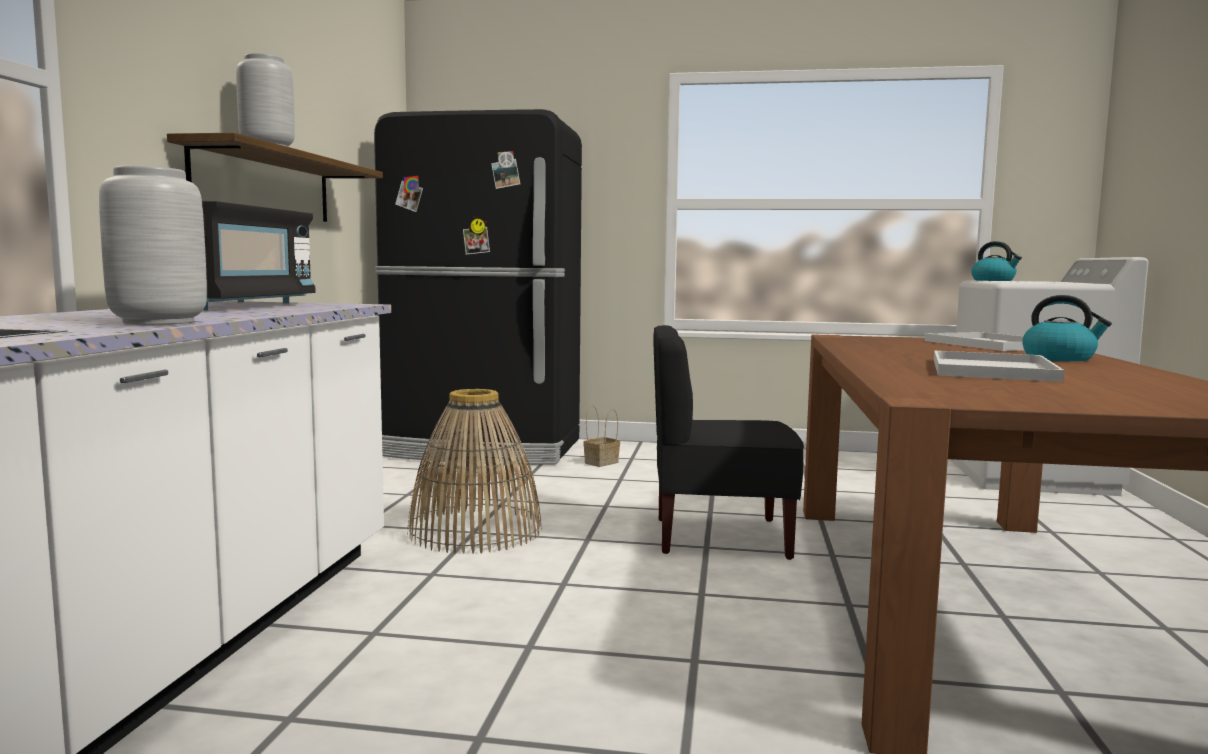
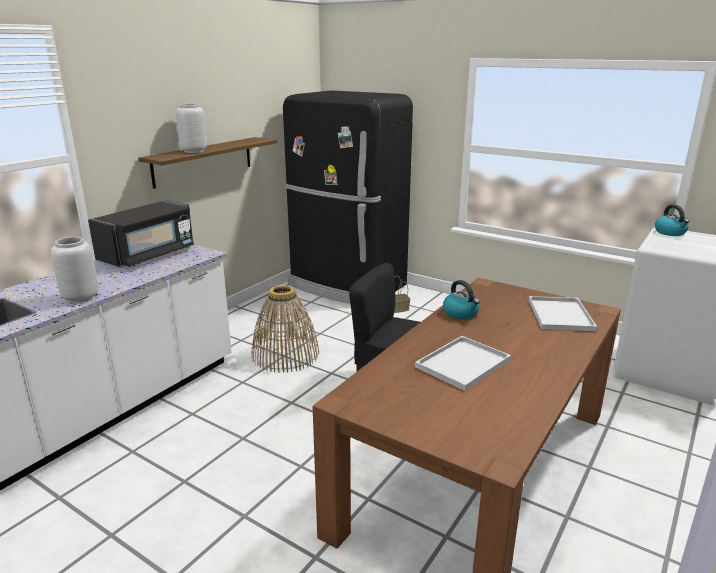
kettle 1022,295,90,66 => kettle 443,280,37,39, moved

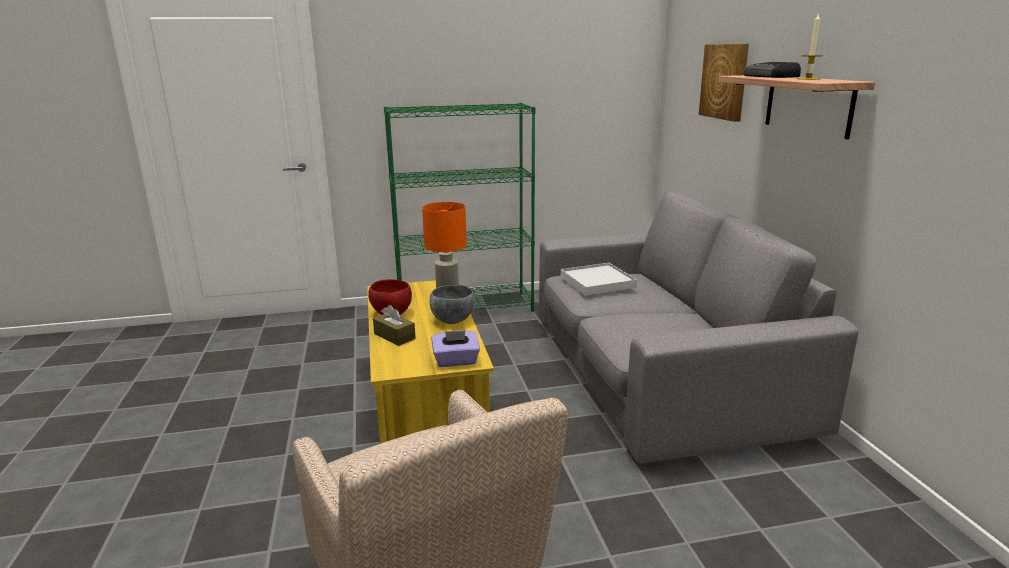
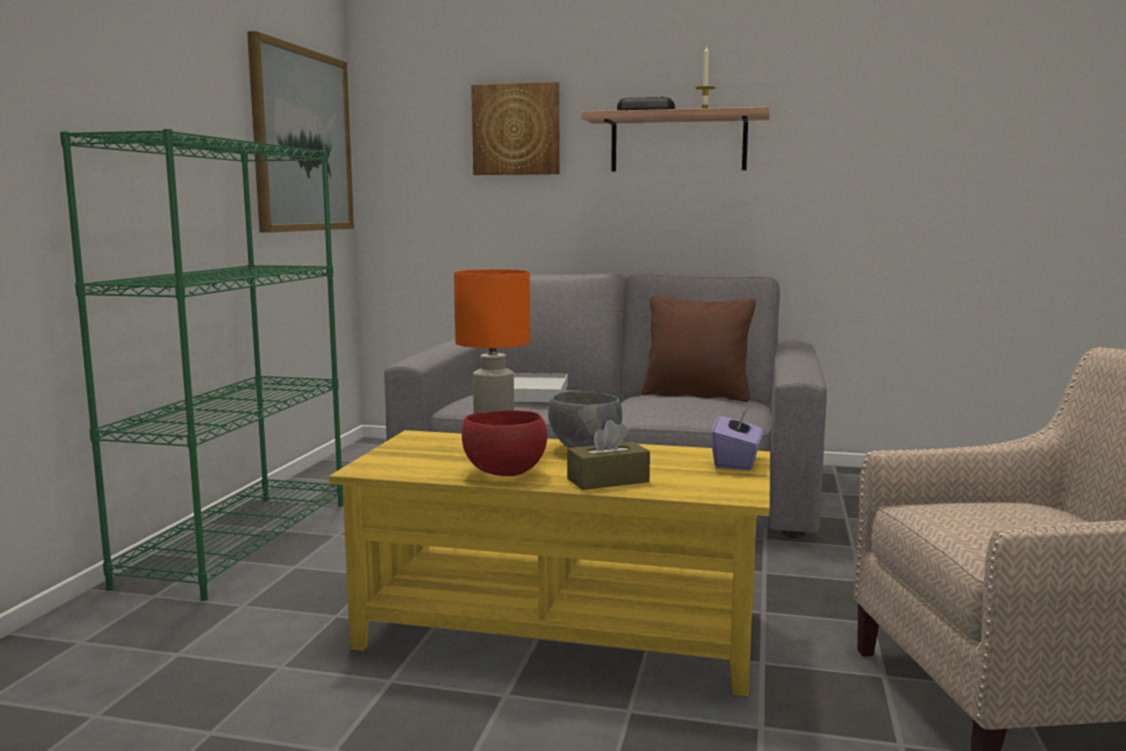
nothing => picture 247,31,107,202
nothing => pillow/brown 641,296,115,106

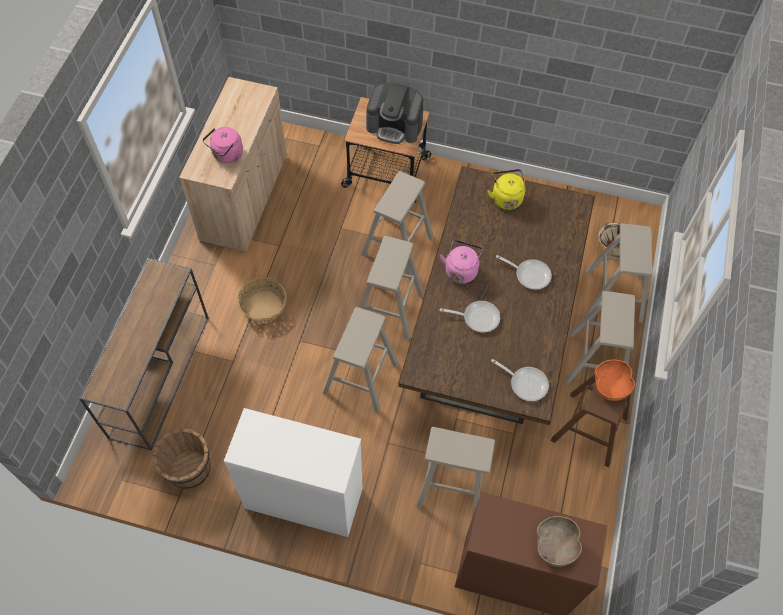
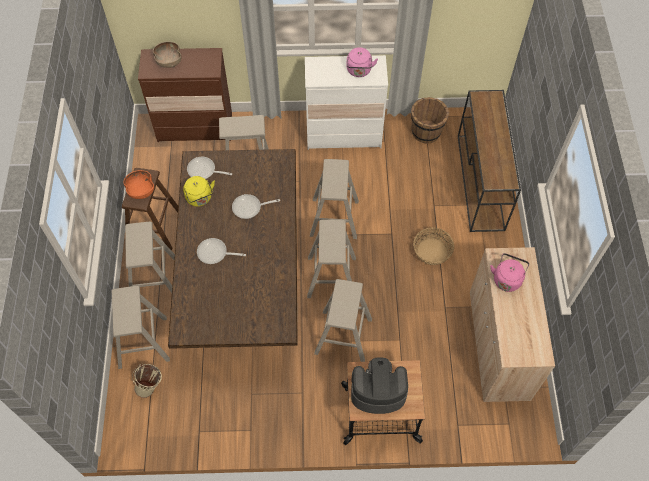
kettle/yellow 487,169,39,41 => kettle/yellow 183,176,32,31, moved
kettle/pink 440,240,43,44 => kettle/pink 346,47,32,30, moved

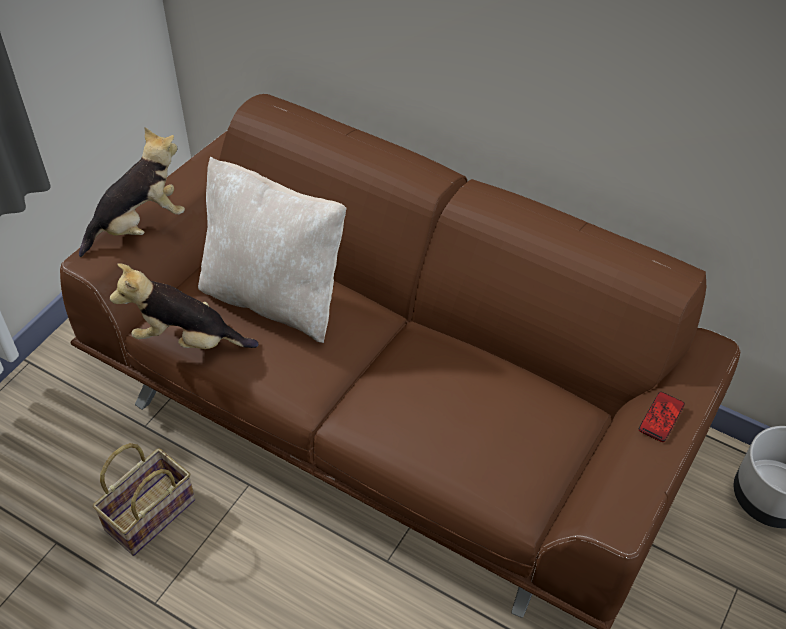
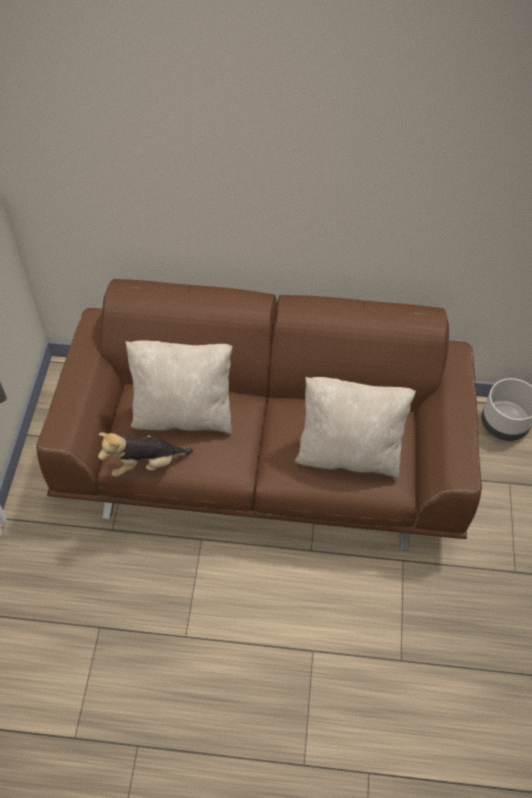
plush toy 79,128,106,129 => nothing
phone 639,392,46,50 => nothing
basket 93,443,102,113 => nothing
nothing => pillow/beige 295,377,121,102

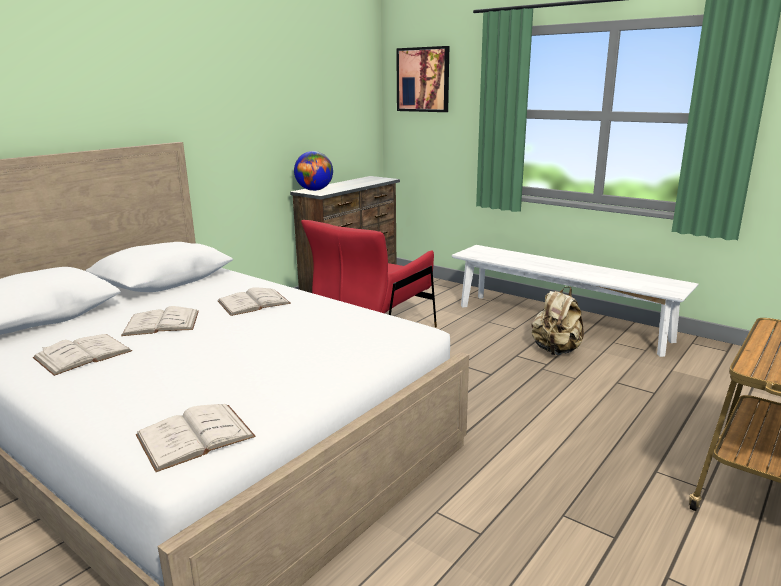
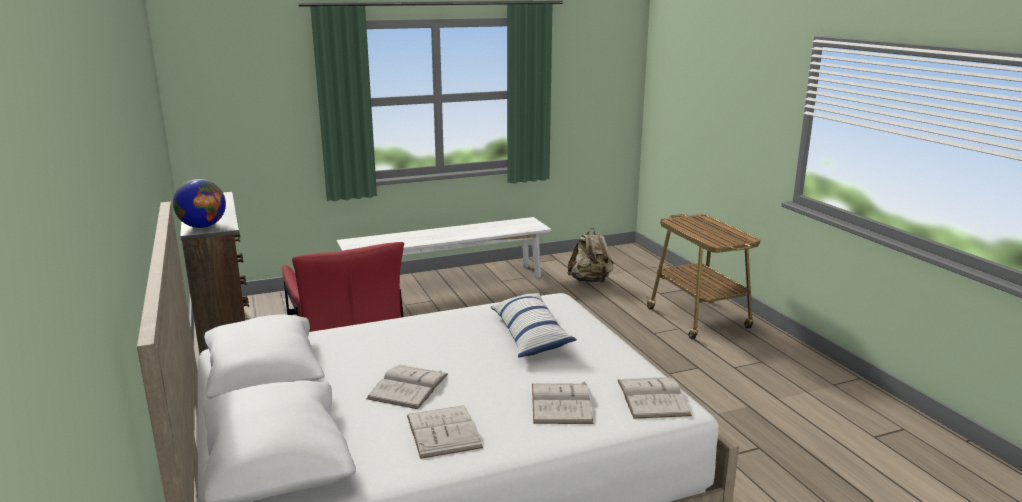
picture 396,46,53,66 => nothing
backpack/beige 531,286,53,69 => backpack/beige 568,228,45,55, moved
book/white 218,288,73,28 => book/white 532,381,62,43, moved
nothing => pillow 490,292,87,66

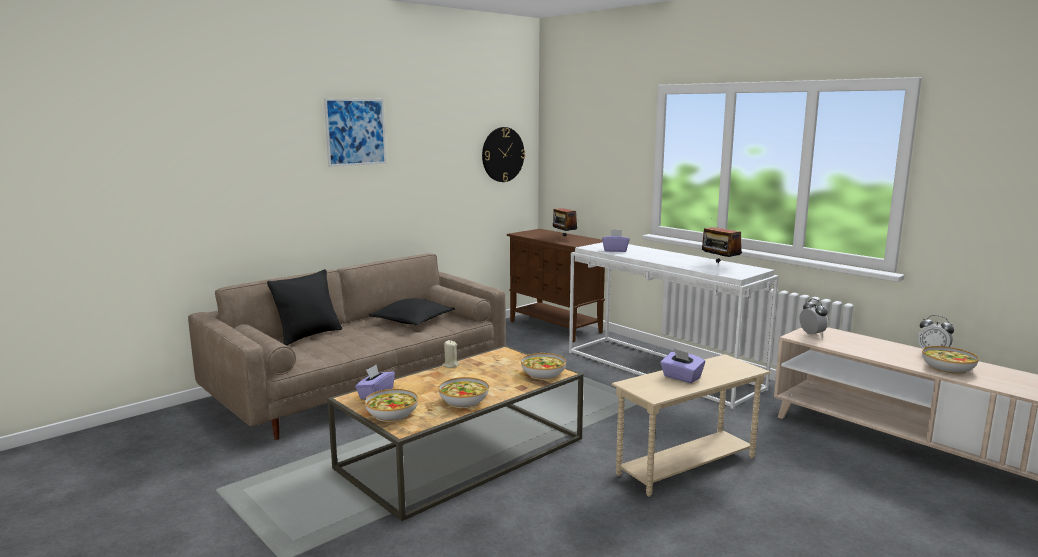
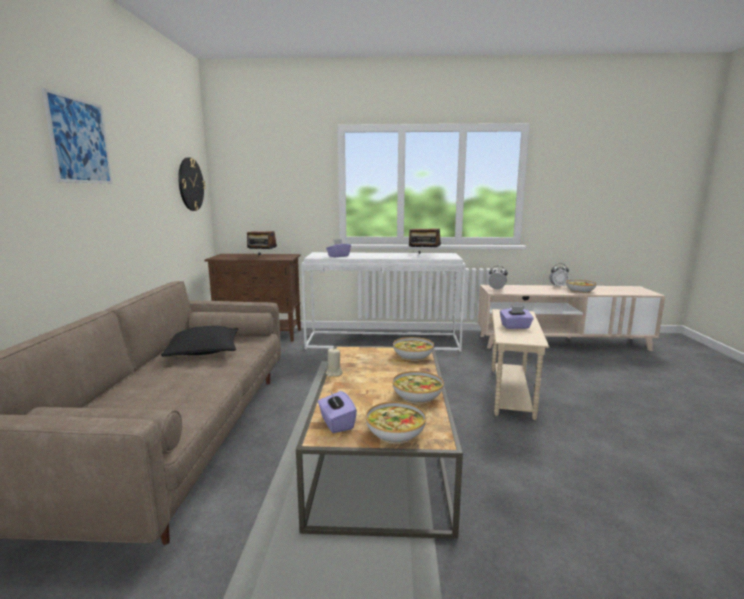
pillow/black 267,269,75,77 => nothing

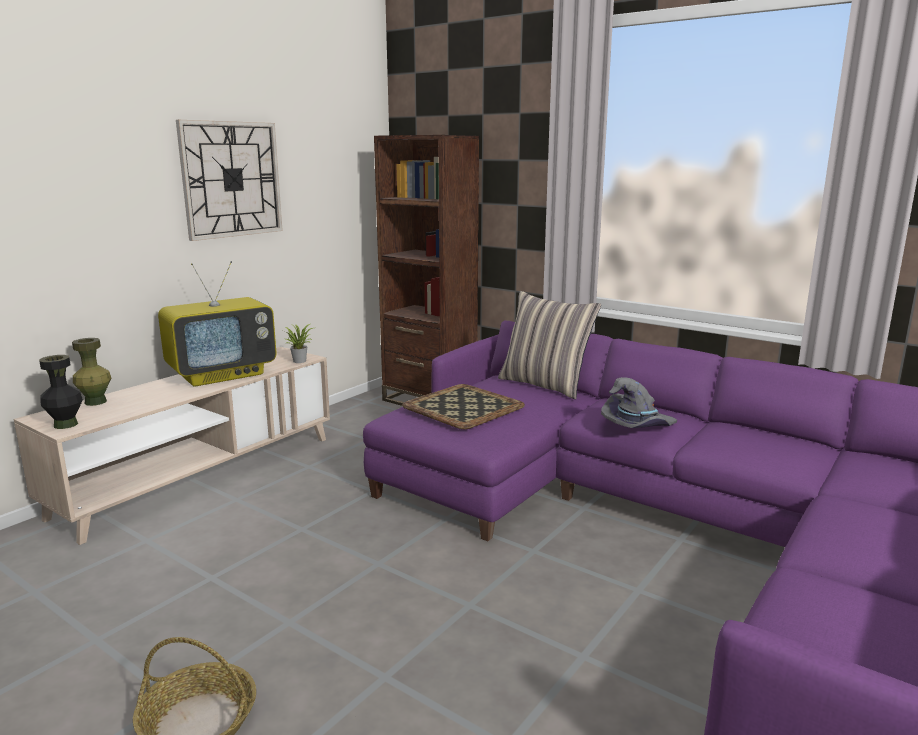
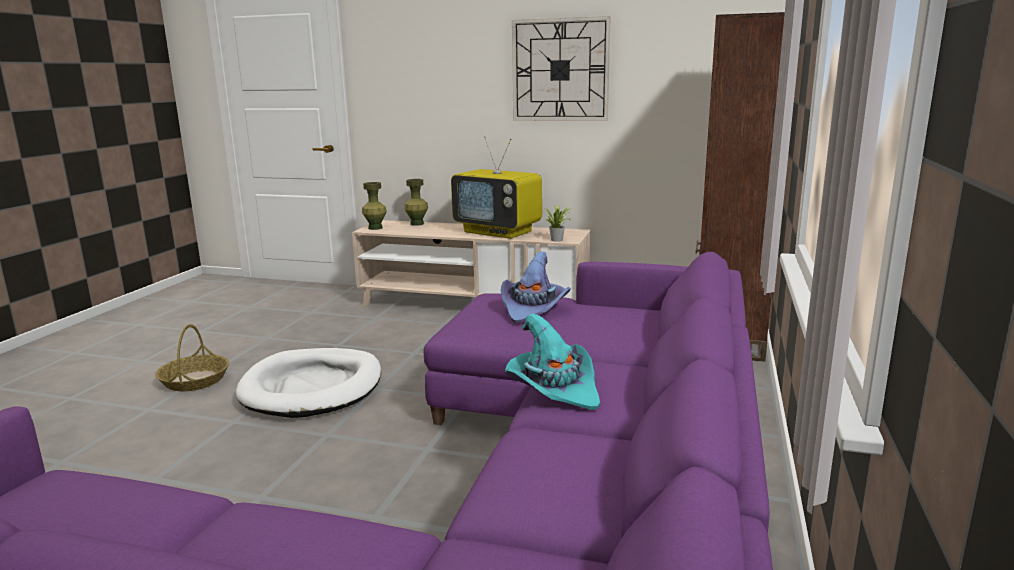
pillow 498,291,103,108 => nothing
vase/black 39,355,44,74 => vase/green 362,182,25,48
hat/grey 601,377,76,51 => hat/turquoise 505,314,95,96
tray 402,384,123,45 => hat/purple 501,252,70,71
nothing => dog bed/white 236,348,145,70

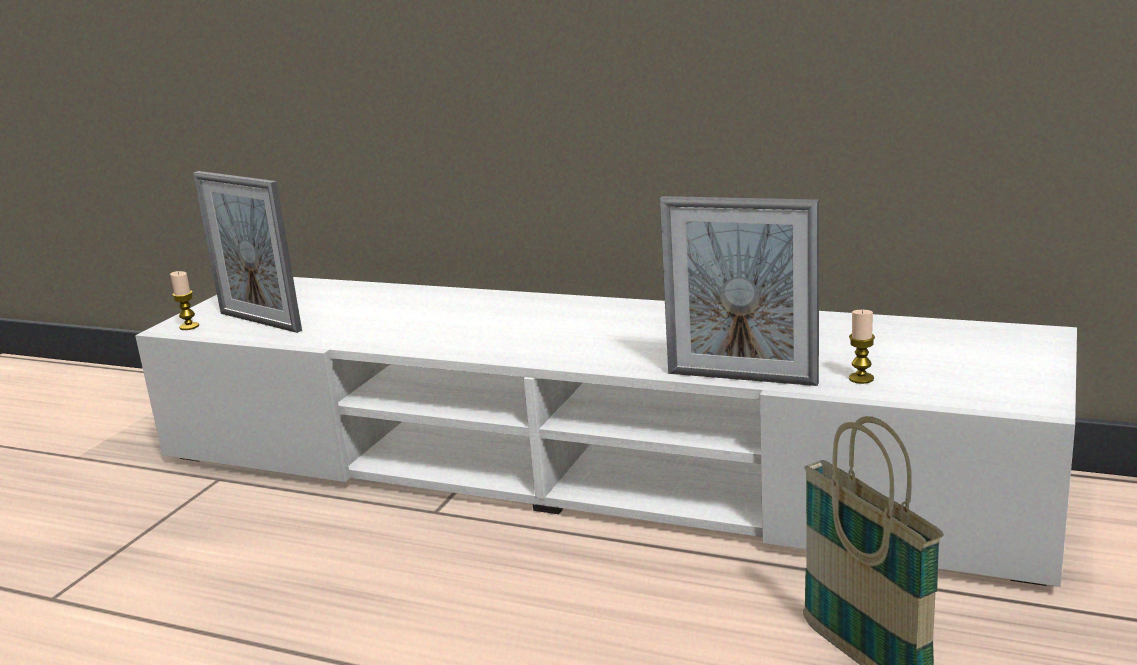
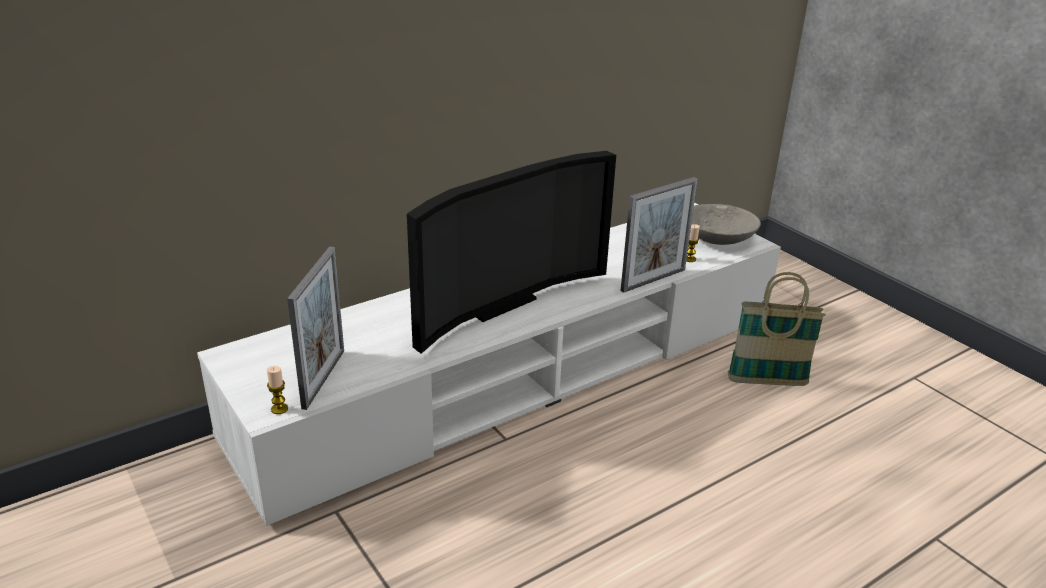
picture frame 193,171,109,162 => picture frame 287,247,57,163, 60 degrees counterclockwise
nothing => television 407,151,209,203
nothing => bowl/grey 691,204,70,41

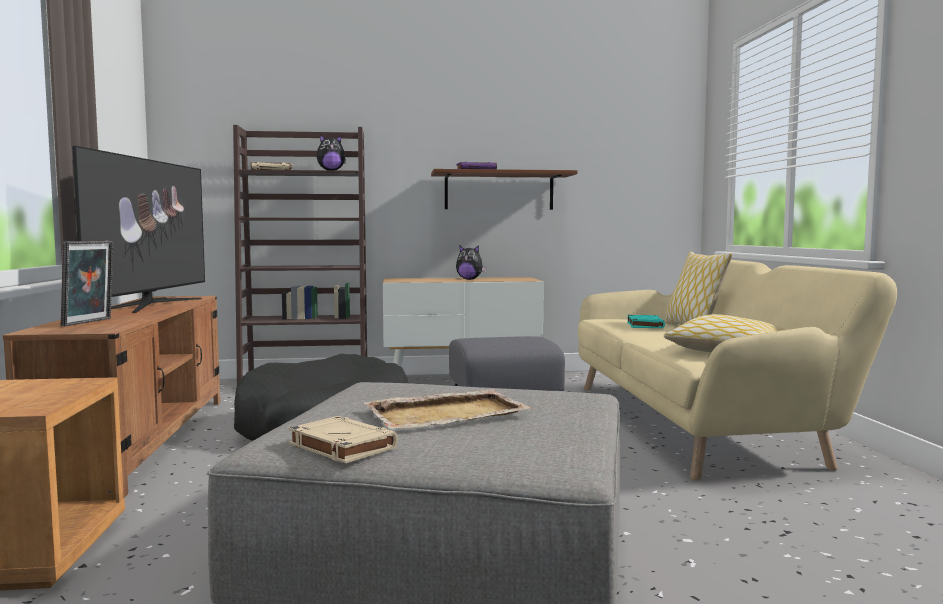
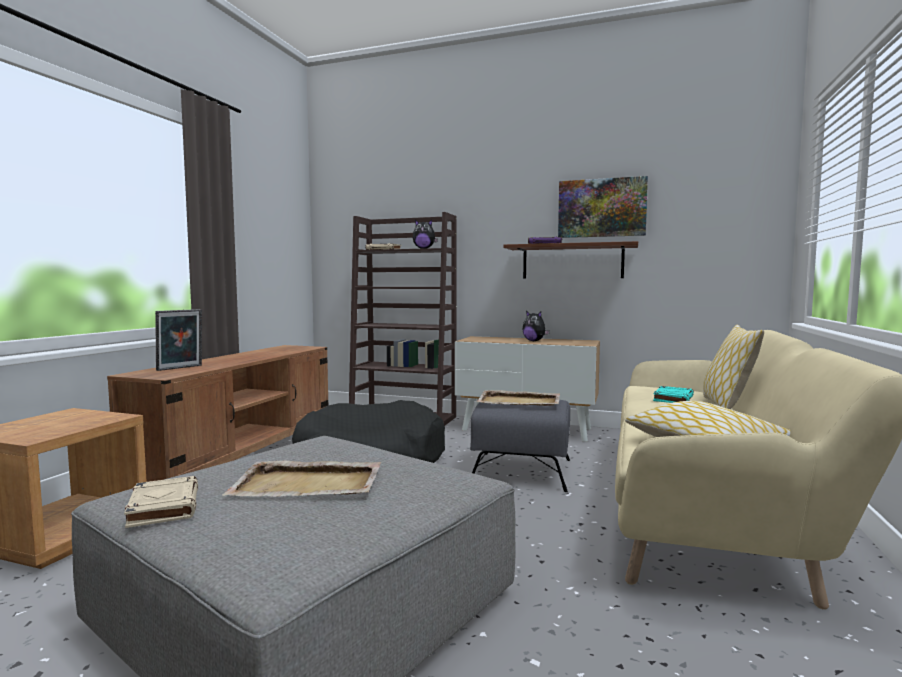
television 72,145,133,168 => nothing
nothing => picture 558,176,90,62
nothing => tray/beige 476,390,84,16

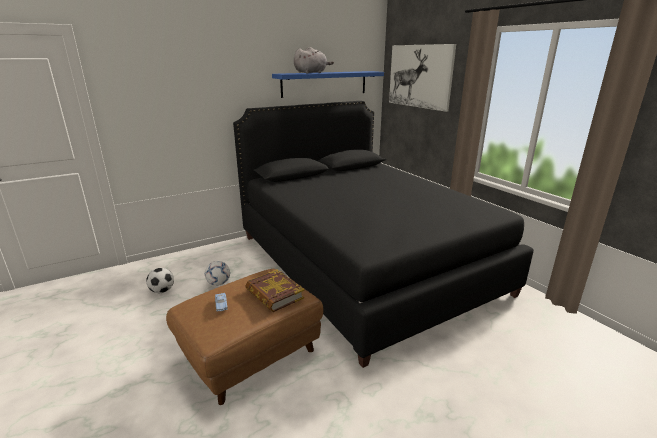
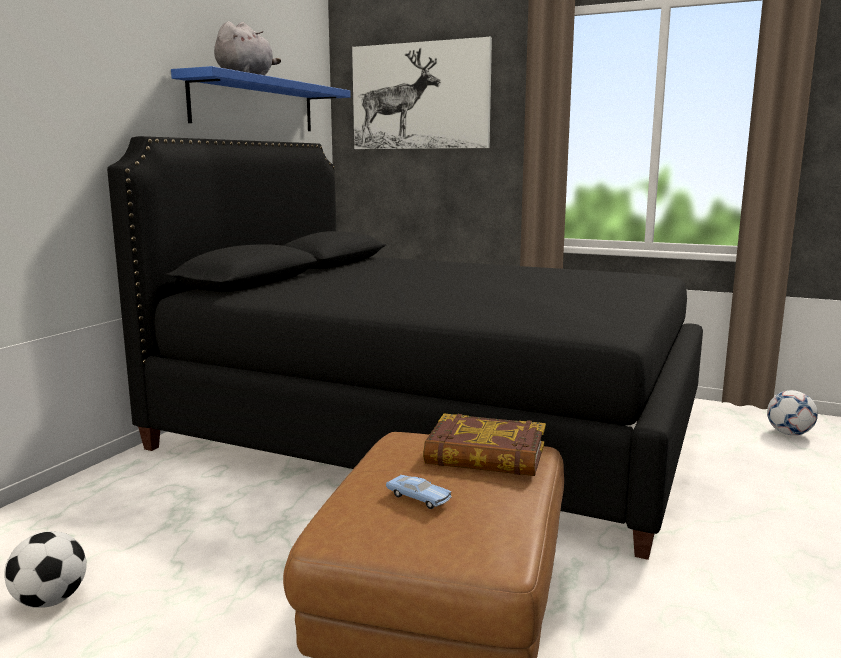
football 205,261,25,25 => football 767,390,51,46, moved

